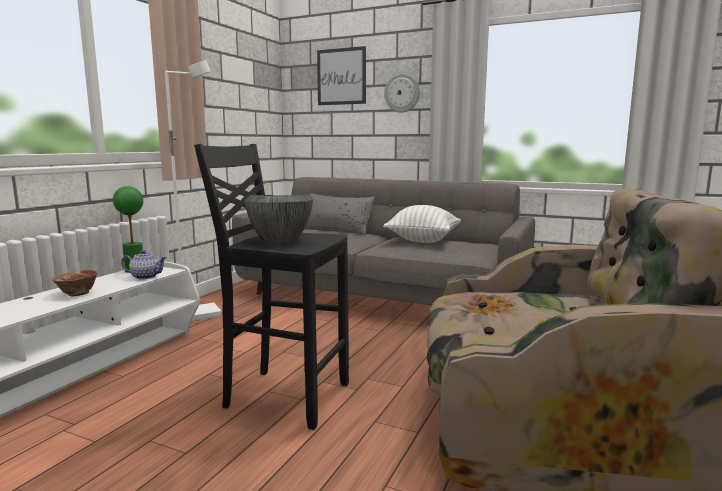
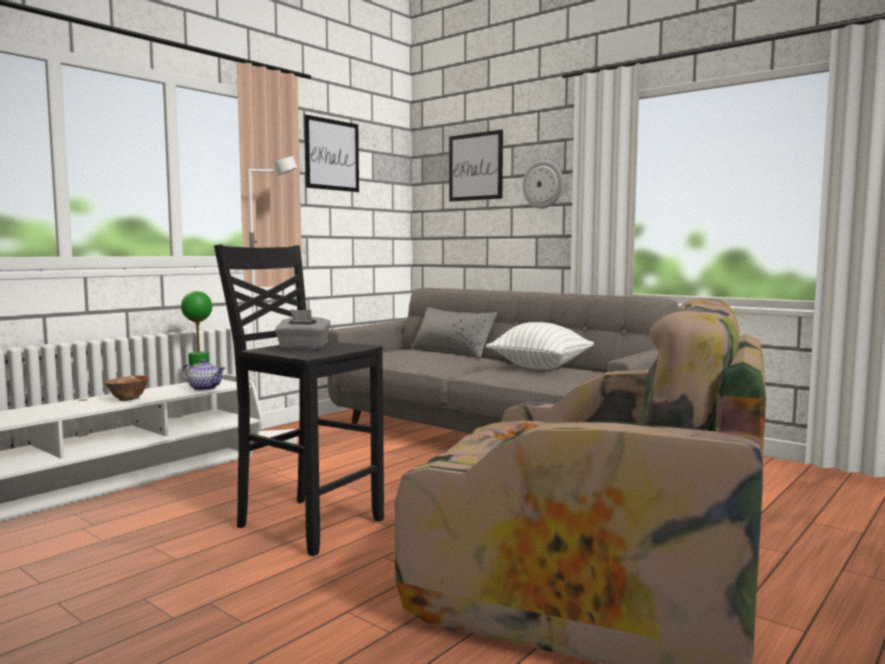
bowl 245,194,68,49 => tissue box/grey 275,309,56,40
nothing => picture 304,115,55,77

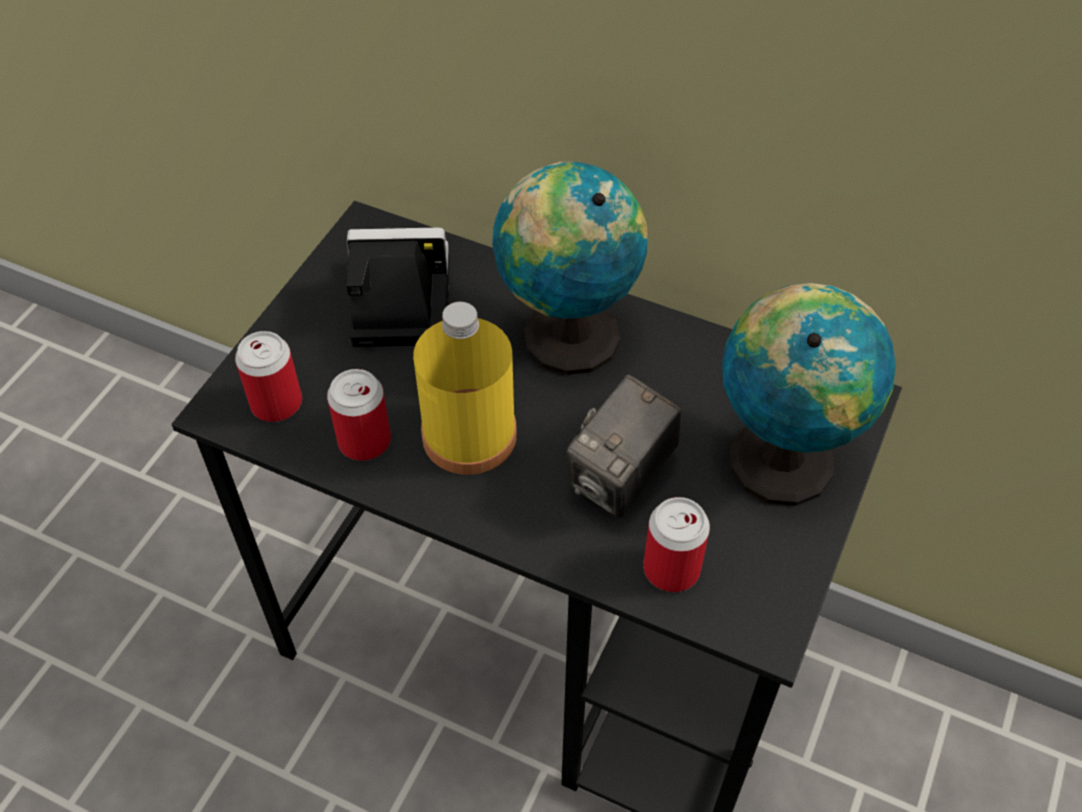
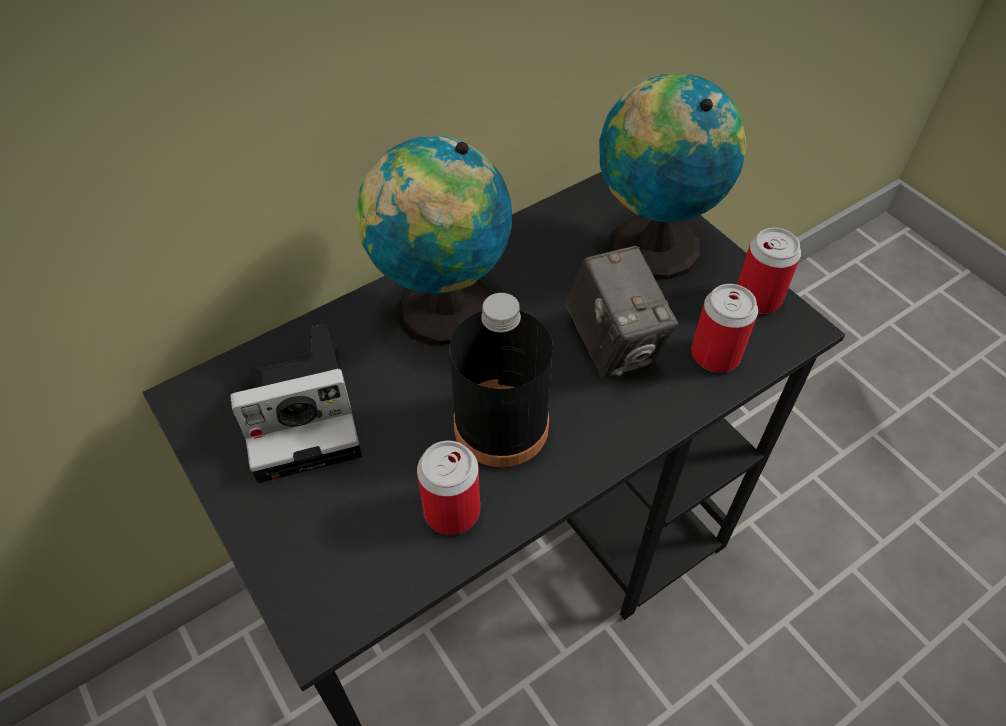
photo camera 347,226,102,121 => photo camera 230,324,132,159, 135 degrees counterclockwise
bottle/yellow 413,302,104,173 => bottle/black 450,293,103,174
can 235,331,67,91 => can 737,228,64,86, moved

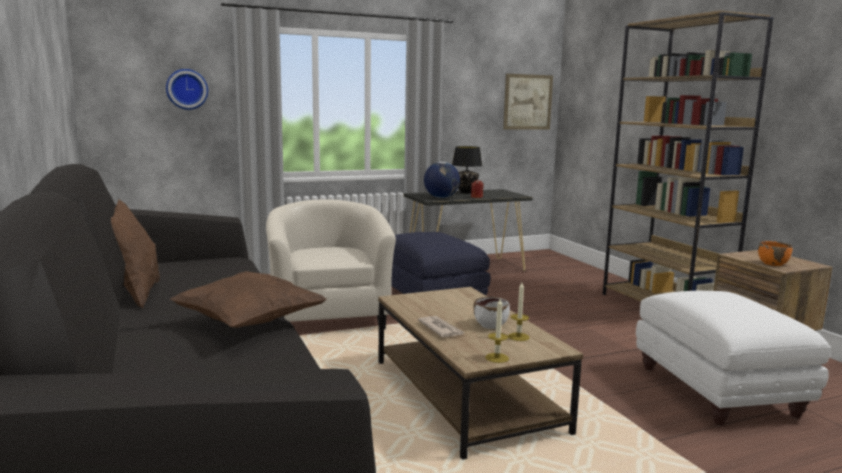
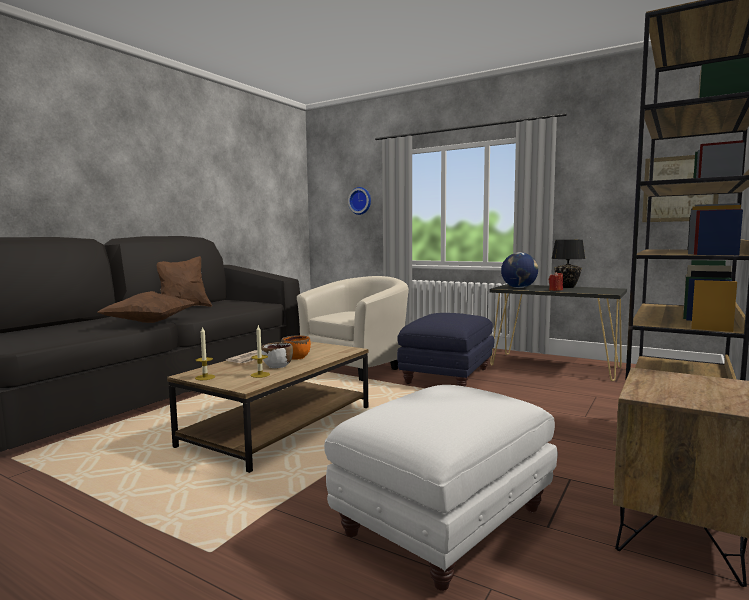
bowl/orange 758,241,35,25 => bowl/orange 281,335,30,25, moved

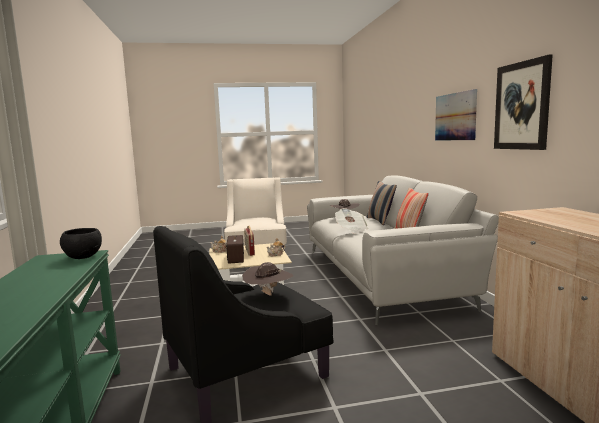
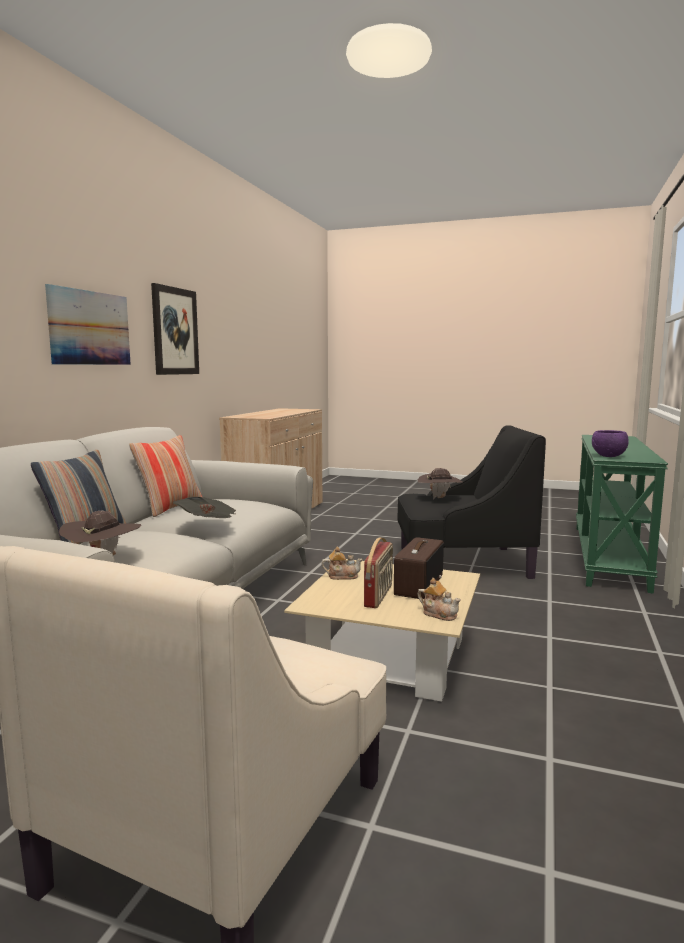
bowl/black 60,228,42,31 => bowl/purple 592,430,37,27

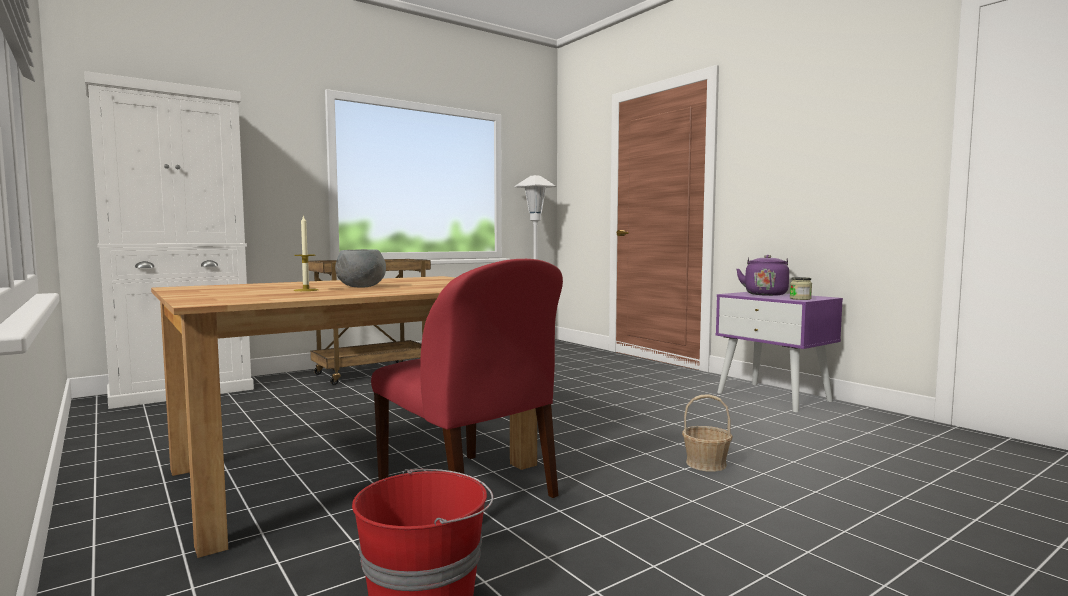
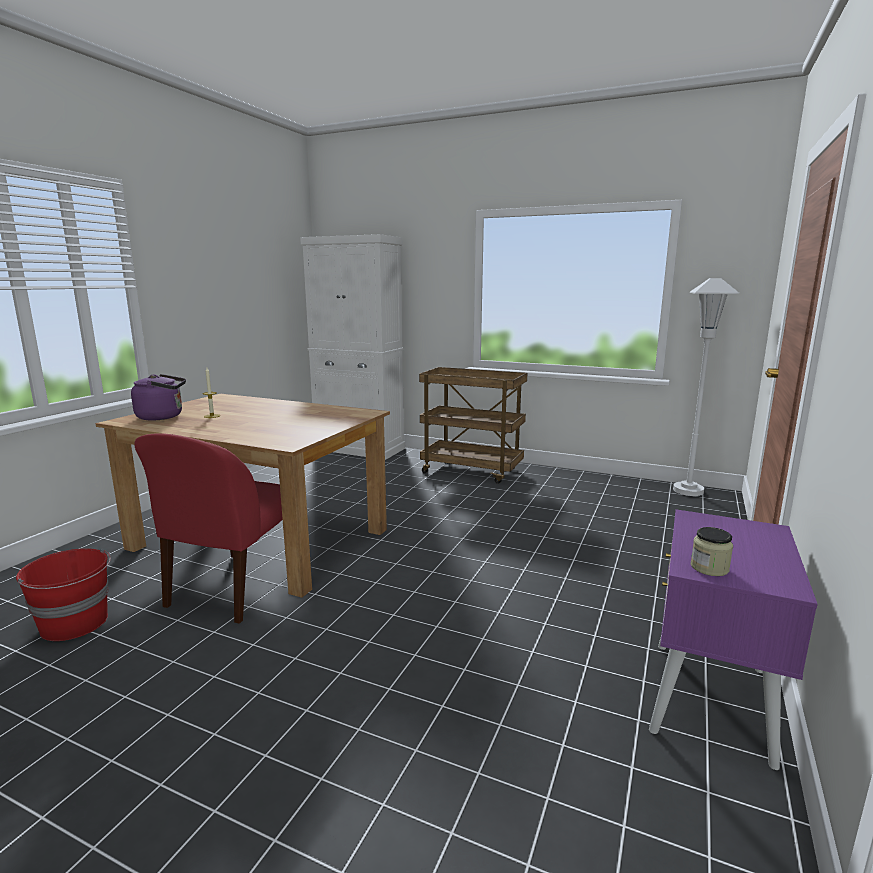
bowl/grey 335,249,51,39 => nothing
kettle/purple 737,255,52,41 => kettle/purple 131,374,55,47, moved
basket 682,394,51,78 => nothing

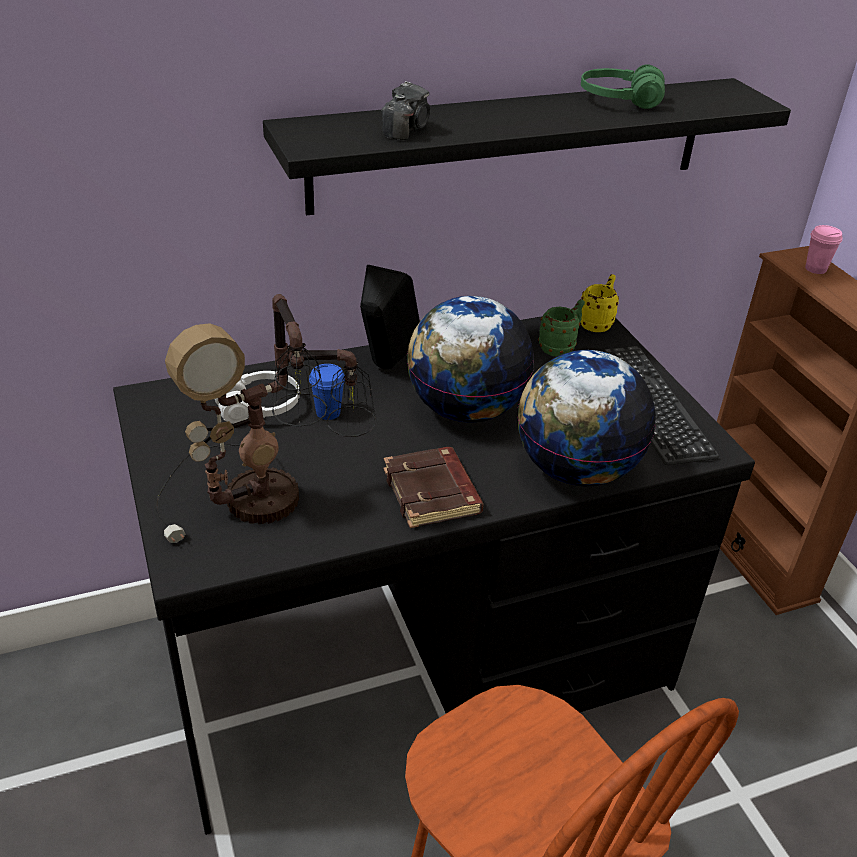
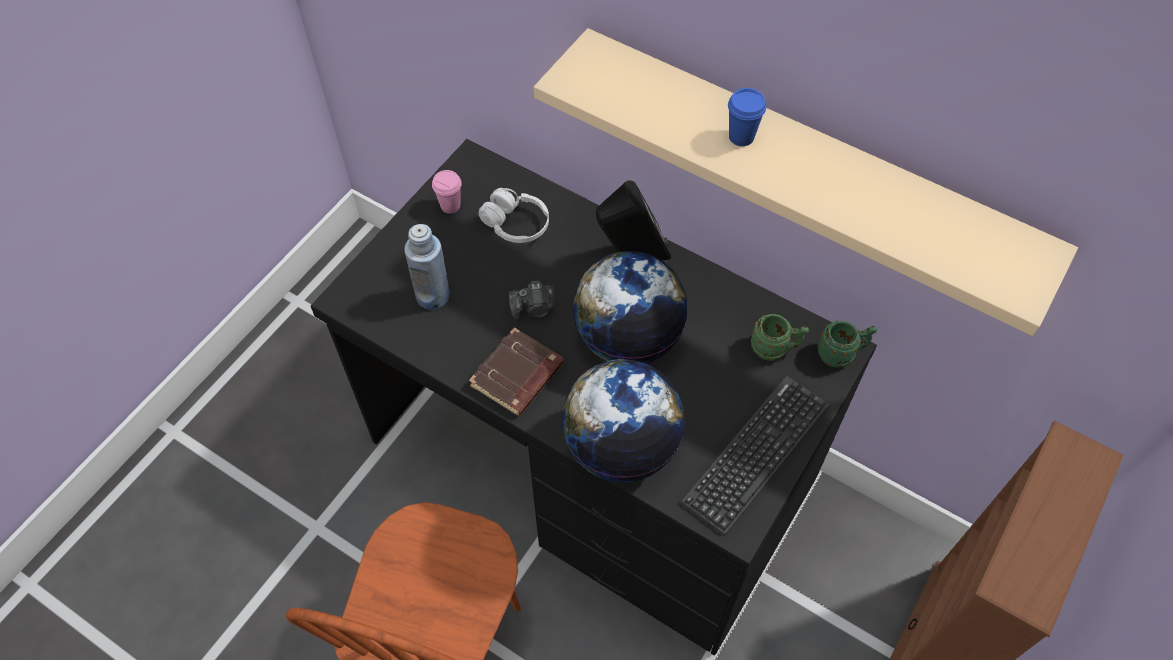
headphones/green 581,64,84,45 => nothing
shelf/black 263,78,528,138 => shelf/beige 534,28,544,308
photo camera 381,81,49,59 => photo camera 509,281,46,39, moved
cup/pink 805,225,38,49 => cup/pink 432,170,30,44, moved
mug/yellow 581,274,38,58 => mug/green 817,321,60,47
table lamp 156,294,220,249 => bottle/blue 404,224,46,85
cup/blue 309,364,36,56 => cup/blue 728,88,38,58, moved

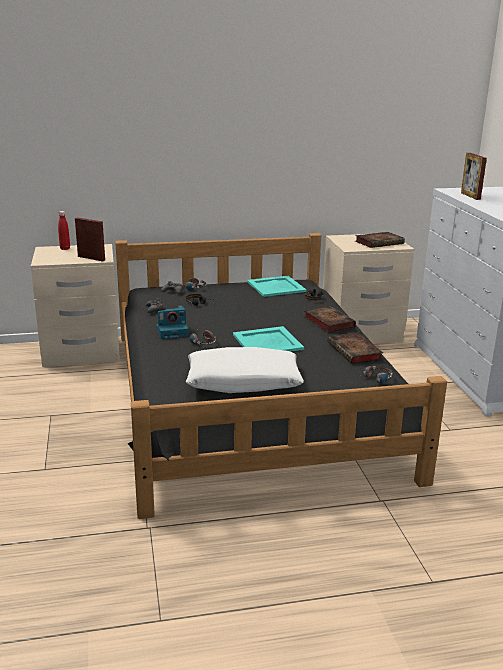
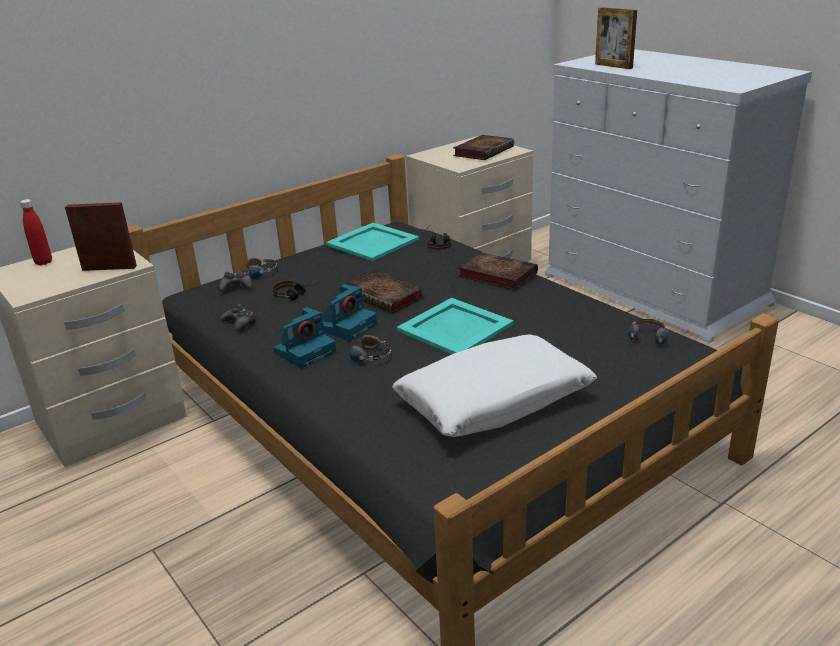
book 328,332,55,32 => book 345,270,79,44, moved
nothing => photo camera 323,284,54,57

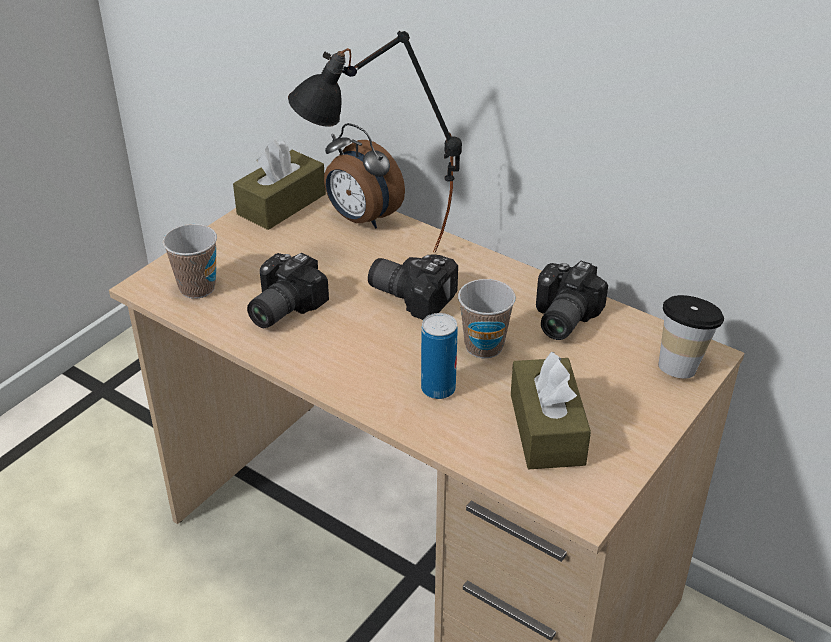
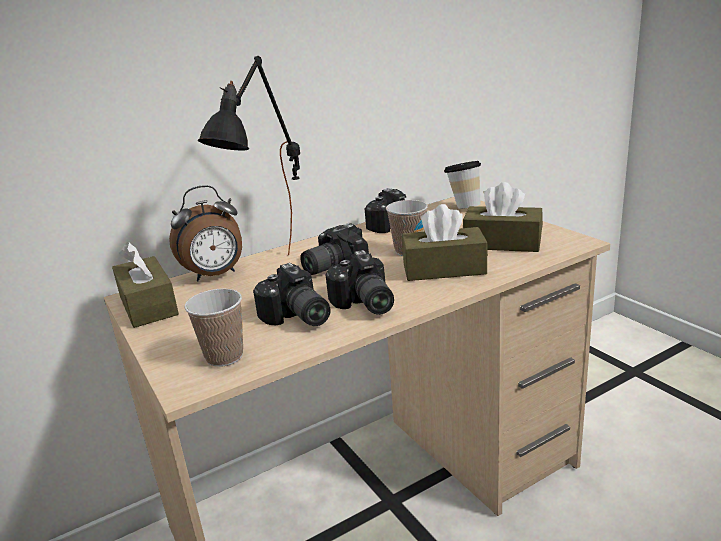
can 421,313,37,86 => tissue box/brown 402,204,86,77
nothing => photo camera 326,250,68,65

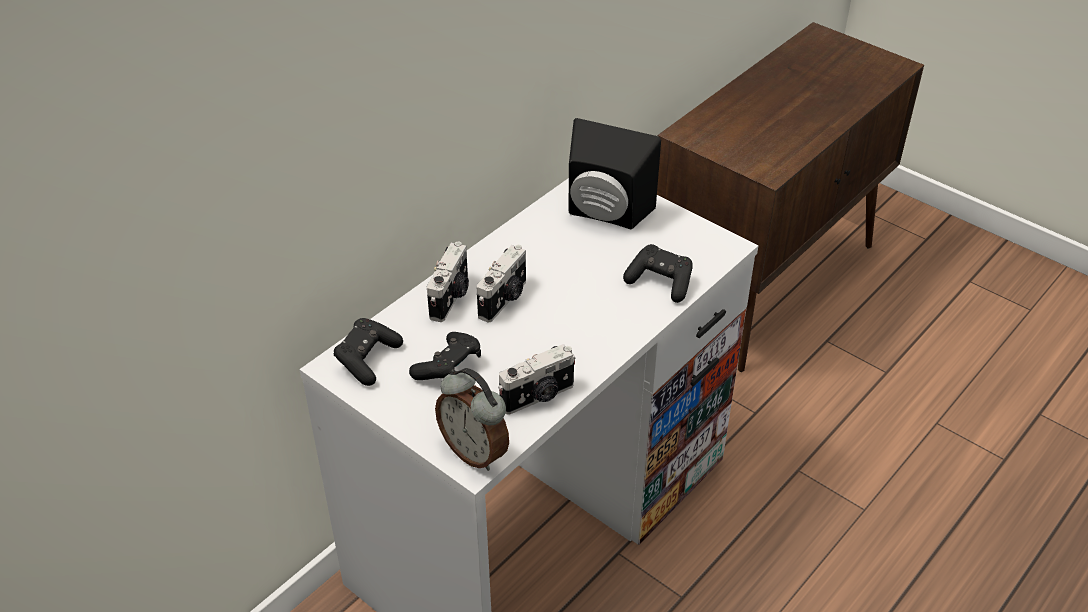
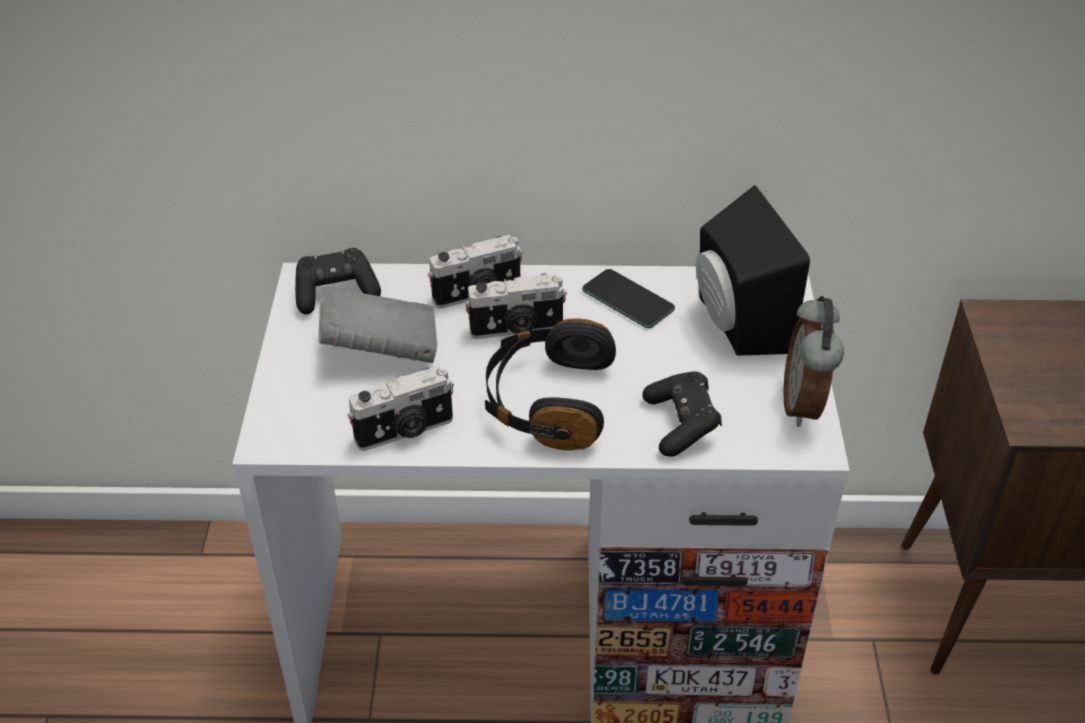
game controller/black 409,332,72,48 => book/grey 318,286,119,77
photo camera 498,344,78,71 => photo camera 347,366,107,85, 45 degrees counterclockwise
alarm clock 435,368,74,103 => alarm clock 784,296,60,131, moved
nothing => phone 582,269,93,59
nothing => headphones/black 485,318,131,133

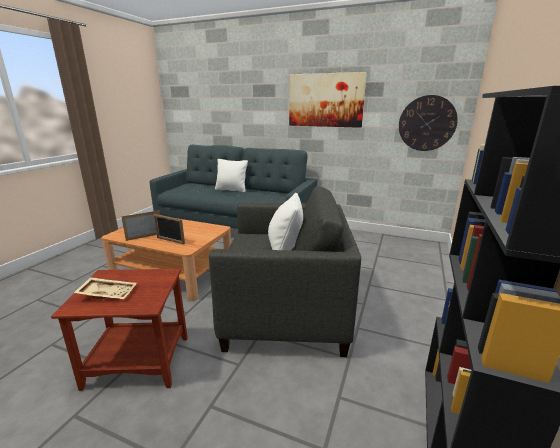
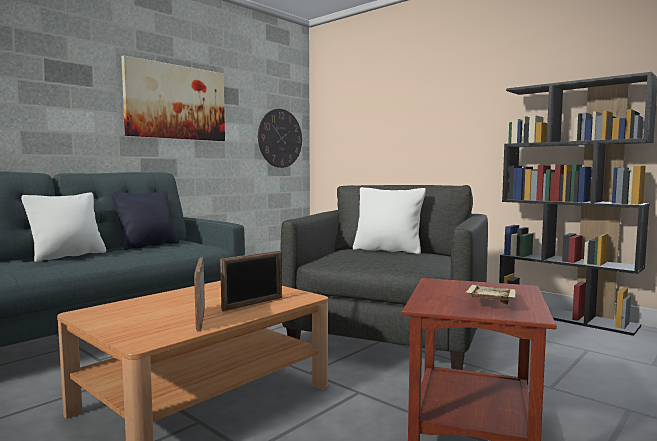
nothing => pillow/black 112,190,68,60

